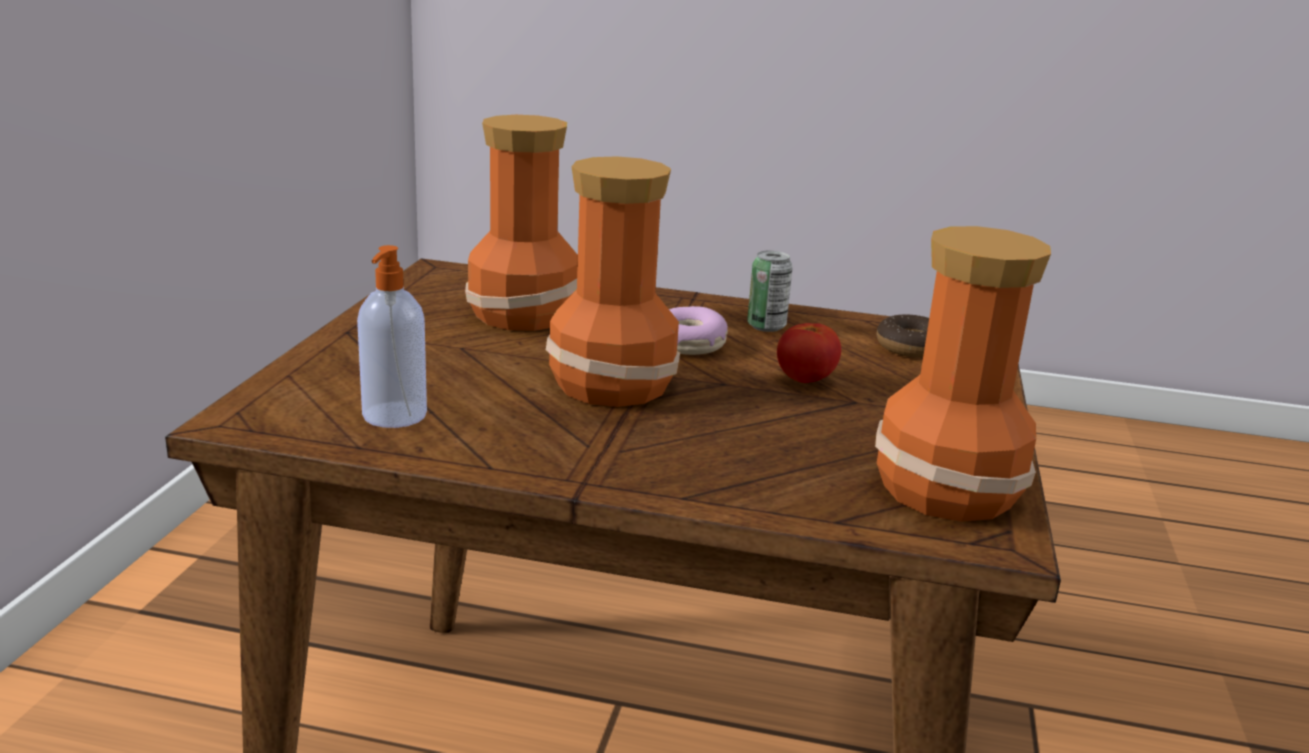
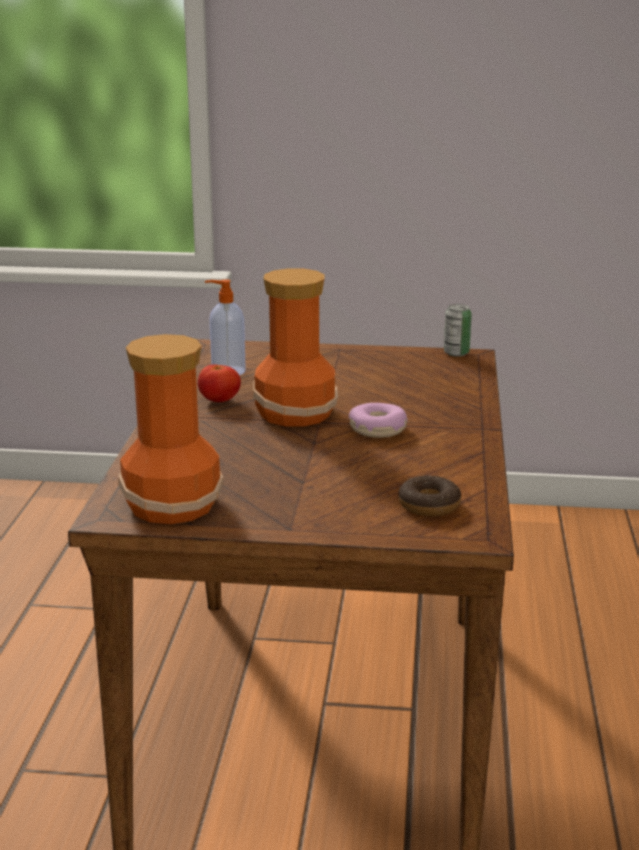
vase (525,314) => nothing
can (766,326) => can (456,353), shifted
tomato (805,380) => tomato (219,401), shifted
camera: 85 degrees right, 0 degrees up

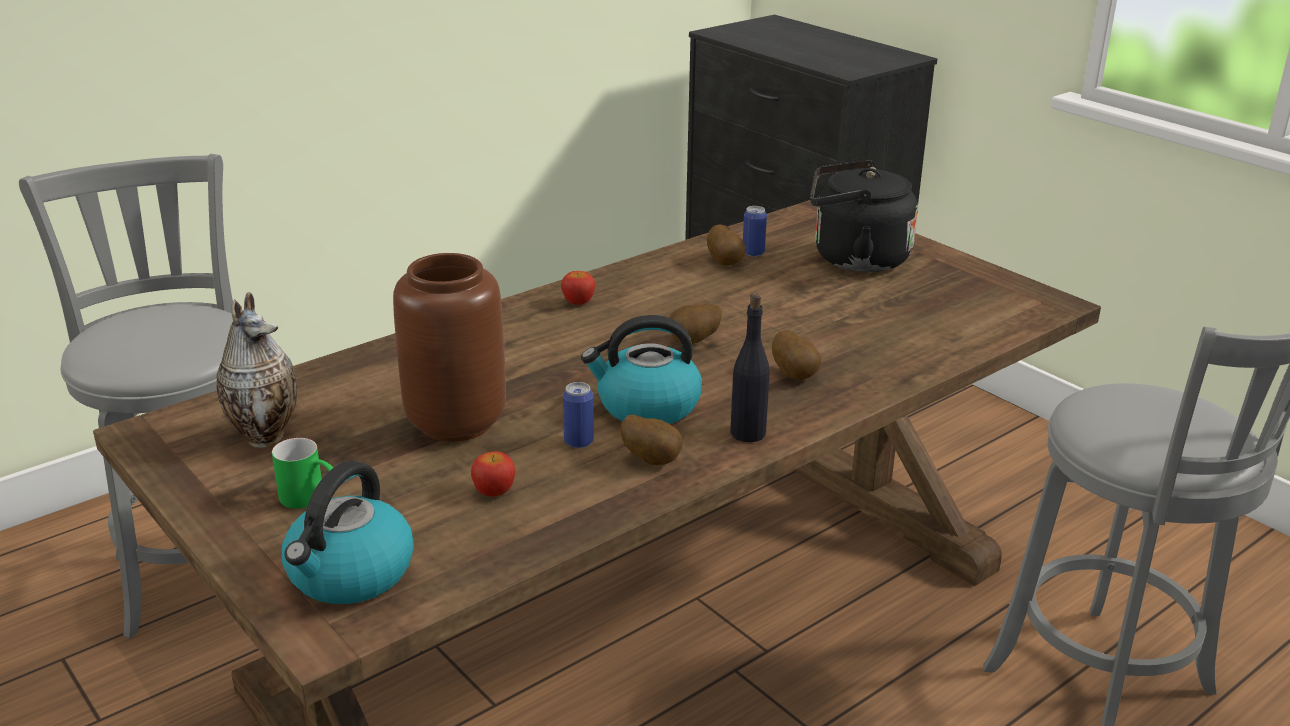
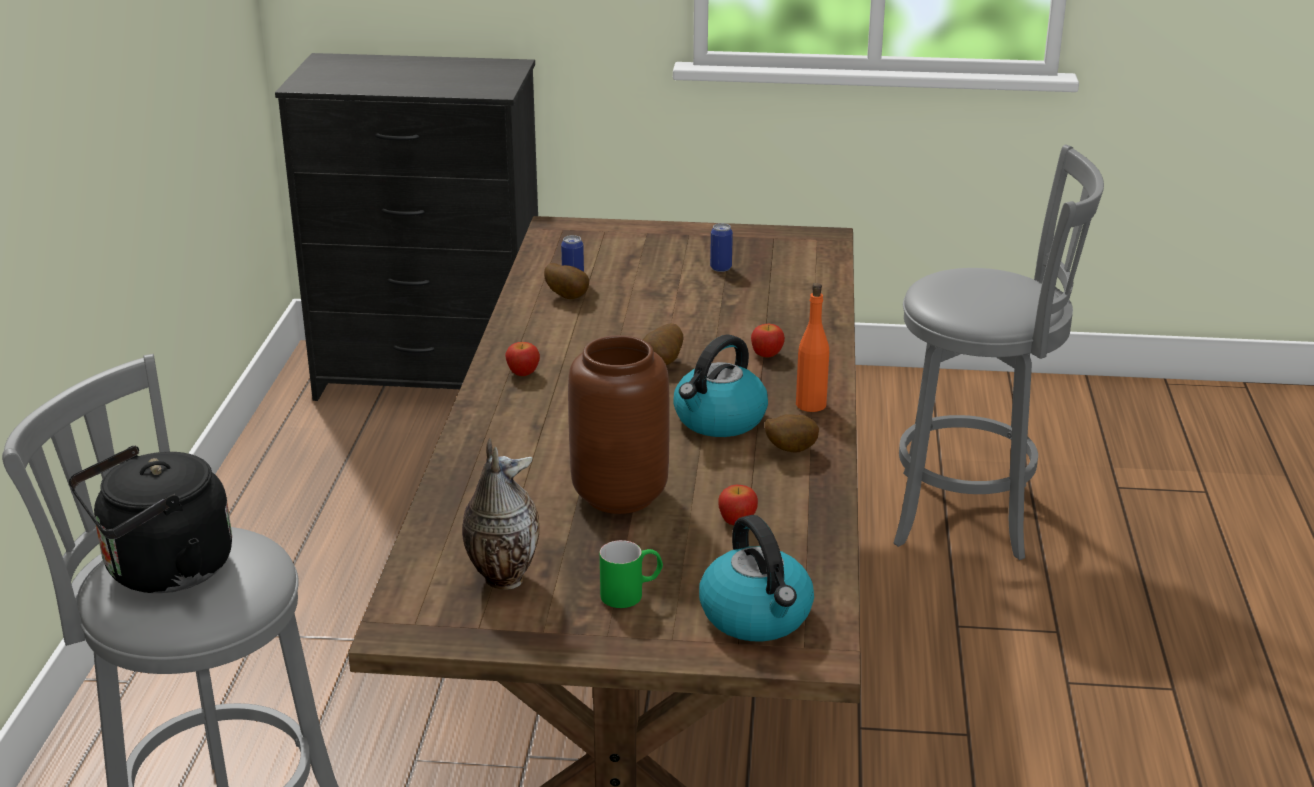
can (579,442) => can (721,268), shifted
kettle/black (854,259) => kettle/black (162,572), shifted
potato (796,374) => apple (767,354)
bottle/black (748,433) => bottle/orange (810,404)
camera: 45 degrees left, 0 degrees up

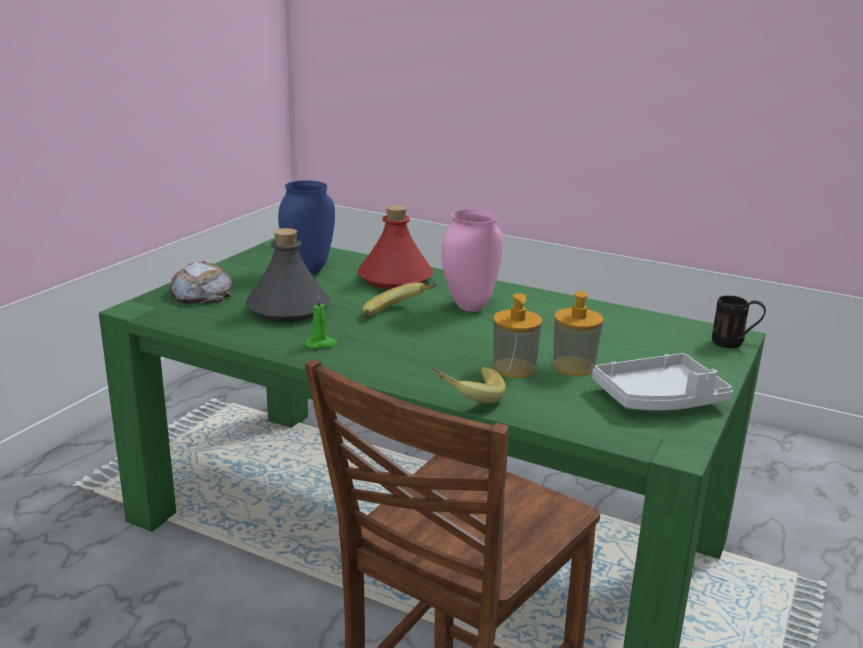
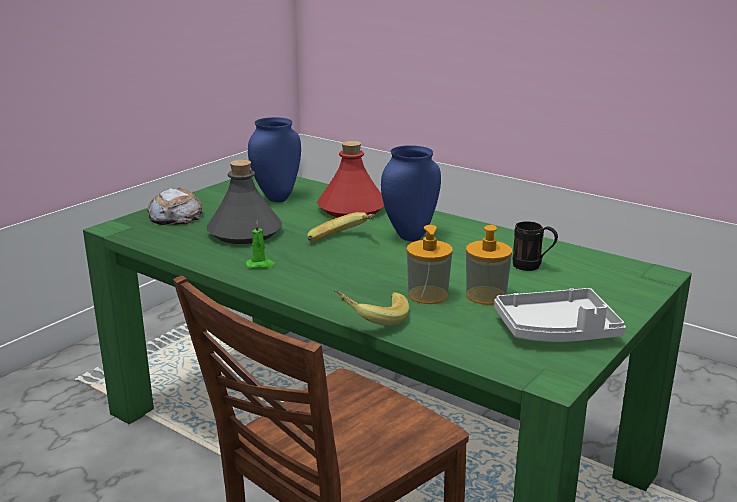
mug/black (734,344) => mug/black (532,267), shifted
vase/pink (470,307) => vase/blue (410,237)
camera: 10 degrees right, 0 degrees up

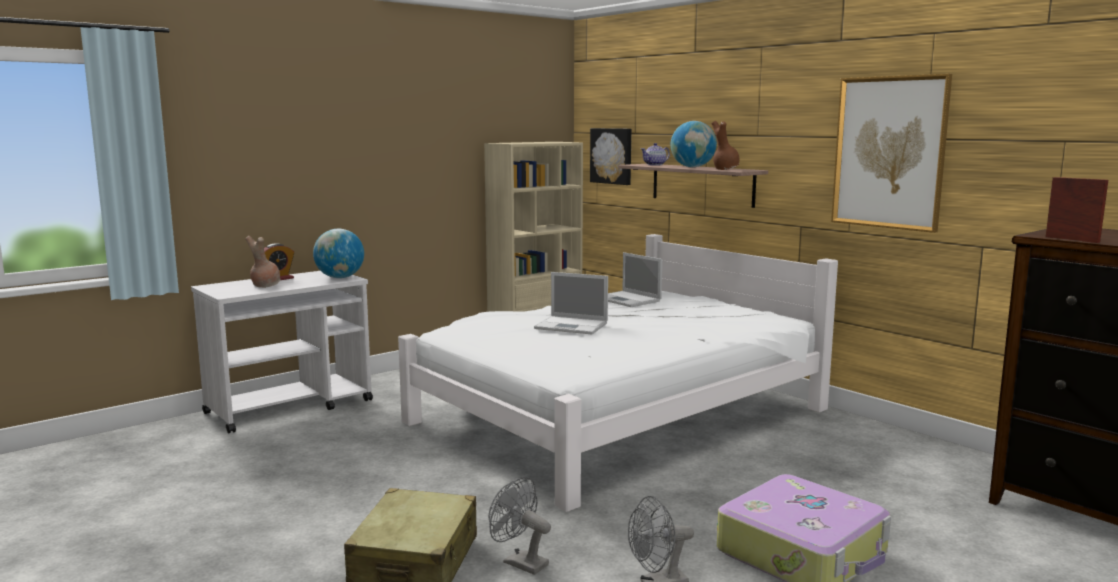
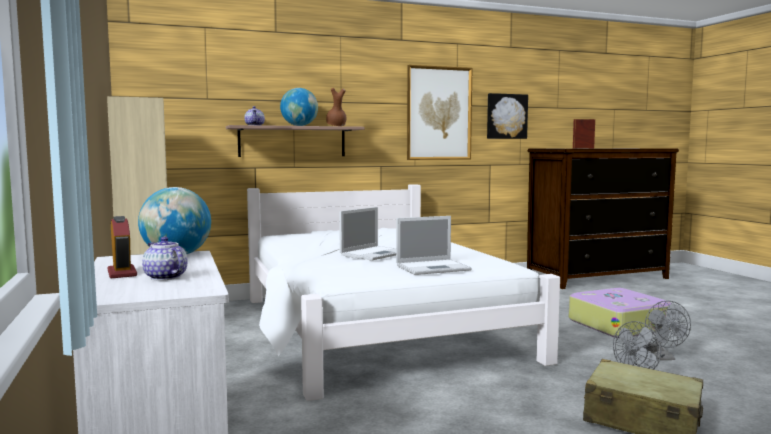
picture (612,156) => picture (506,116), shifted
laptop (628,300) => laptop (434,267), shifted
vase/brown (264,286) => teapot (165,277)
camera: 70 degrees left, 5 degrees down

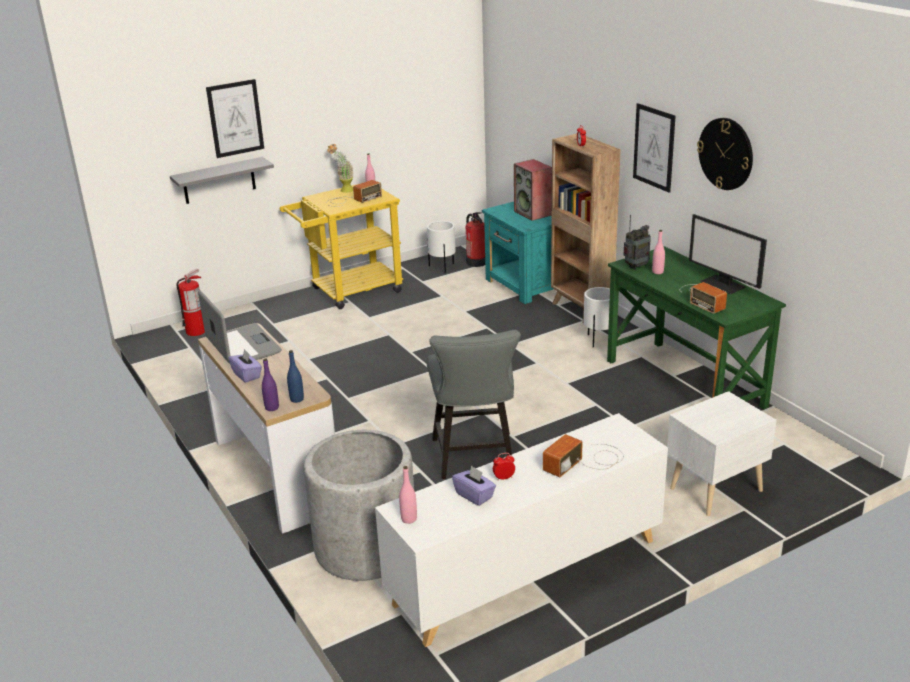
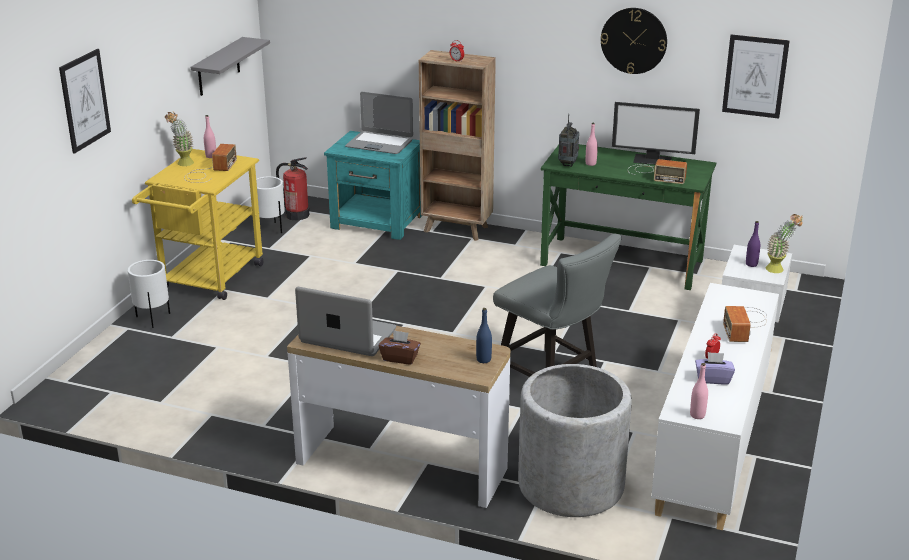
fire extinguisher (196,331) => nothing
nothing => potted plant (779,270)
shelf/grey (219,181) => shelf/grey (218,67), shifted
bottle/purple (272,408) => bottle/purple (751,264), shifted
planter/white (599,341) => planter/white (153,319), shifted
picture (654,147) => picture (755,76), shifted
speaker (533,213) => laptop (379,144)
tissue box/purple (247,375) => tissue box/brown (400,358)
camera: 40 degrees left, 0 degrees up

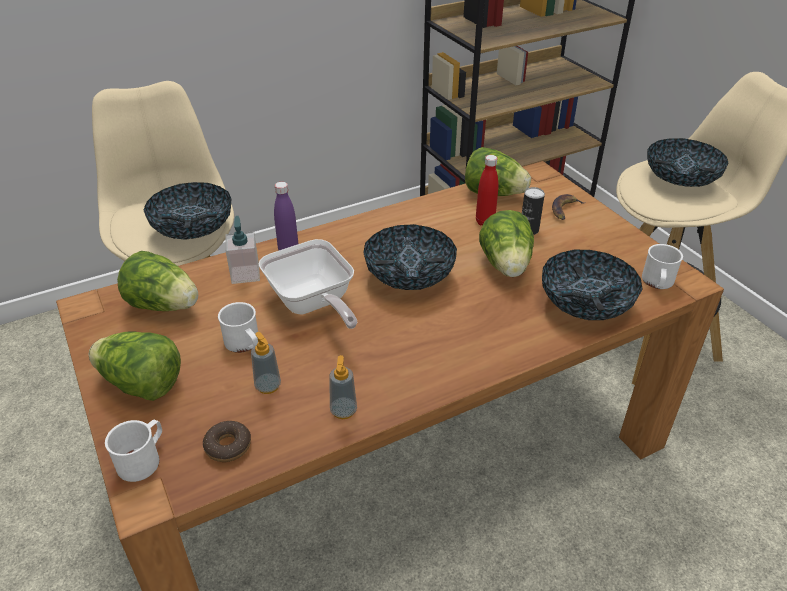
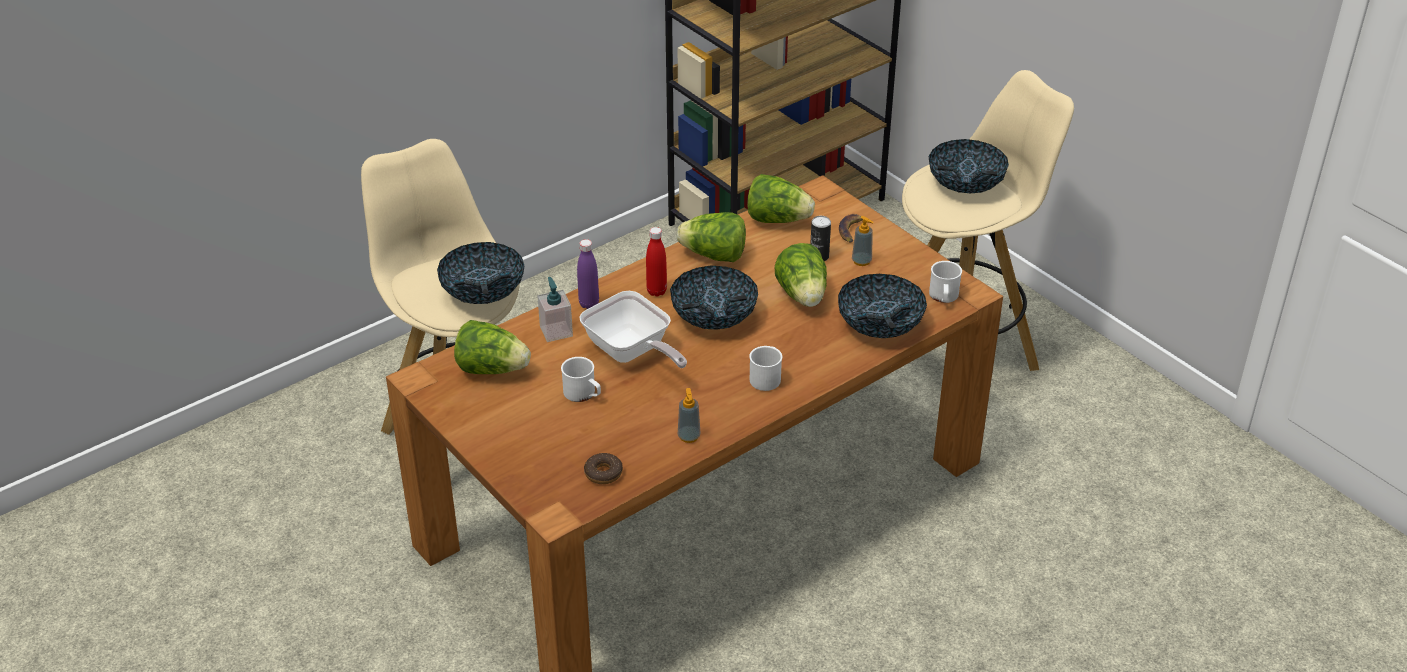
lettuce (141,384) => lettuce (714,255), shifted
mug/white (143,459) => mug/white (766,377), shifted
soap dispenser (268,386) => soap dispenser (861,261), shifted
bottle/red (485,222) => bottle/red (656,291), shifted
camera: 10 degrees left, 0 degrees up

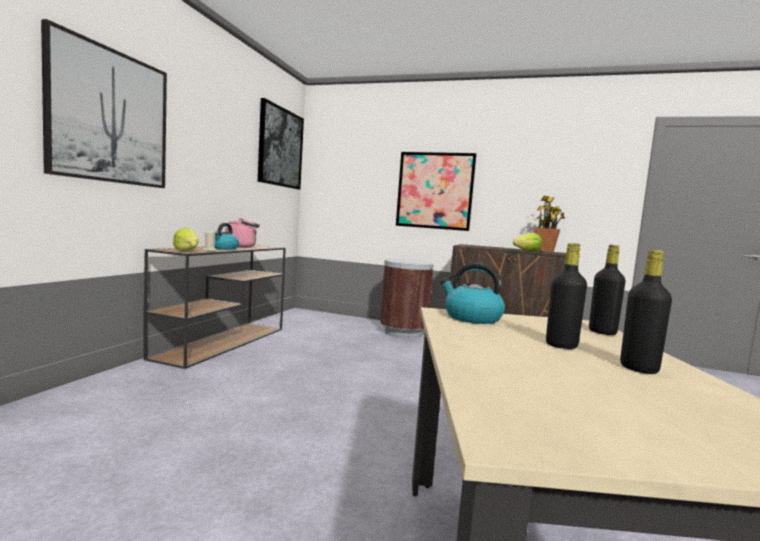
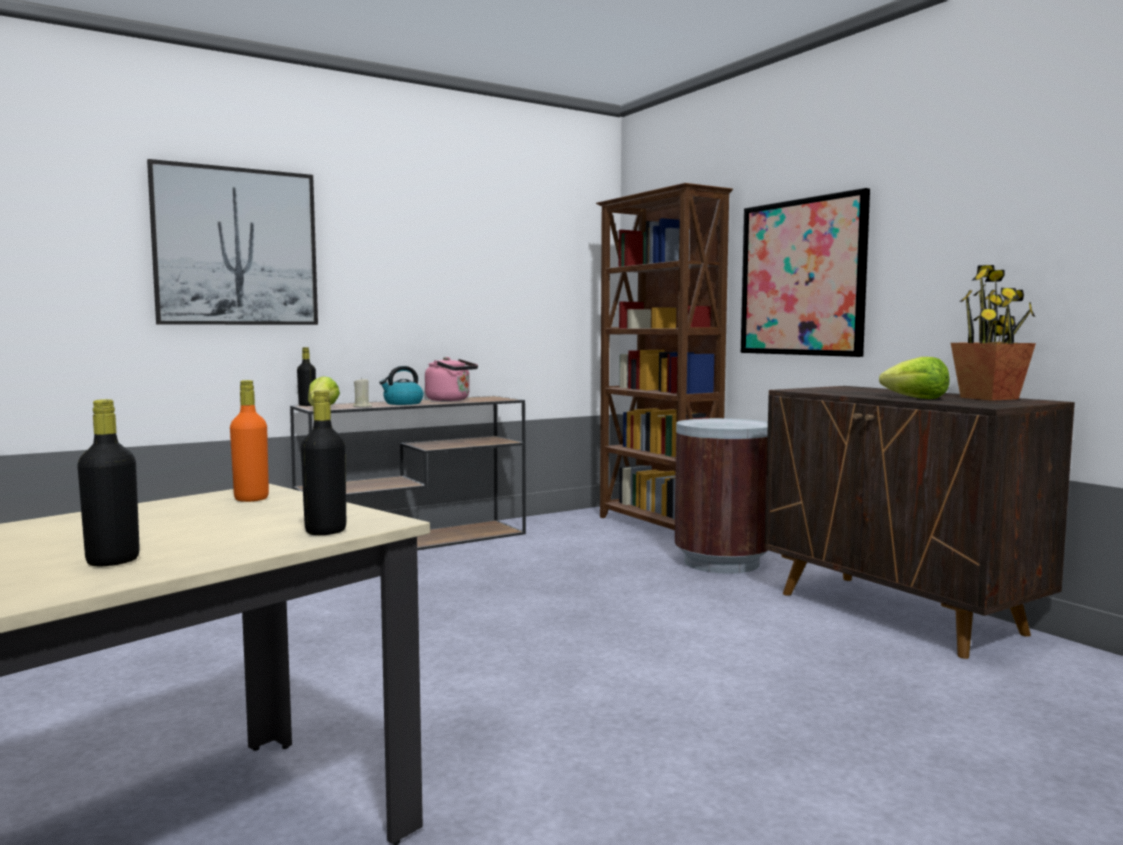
picture (280,147) => nothing
nothing => bookcase/brown (657,527)
bottle/black (561,345) => bottle/black (307,405), shifted
kettle (471,318) => bottle/orange (251,499)
camera: 40 degrees right, 0 degrees up

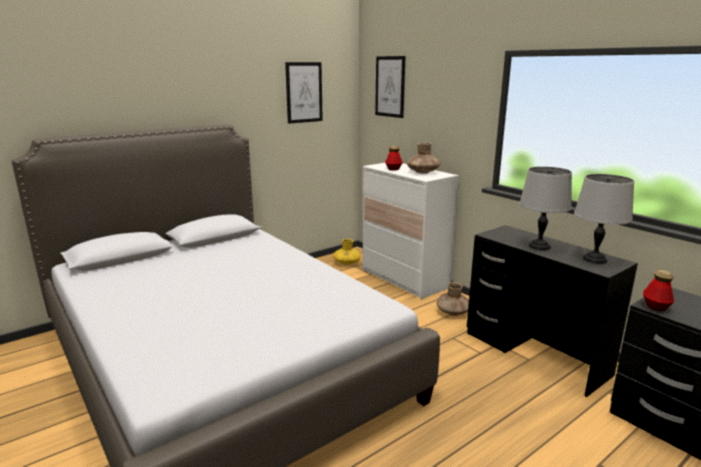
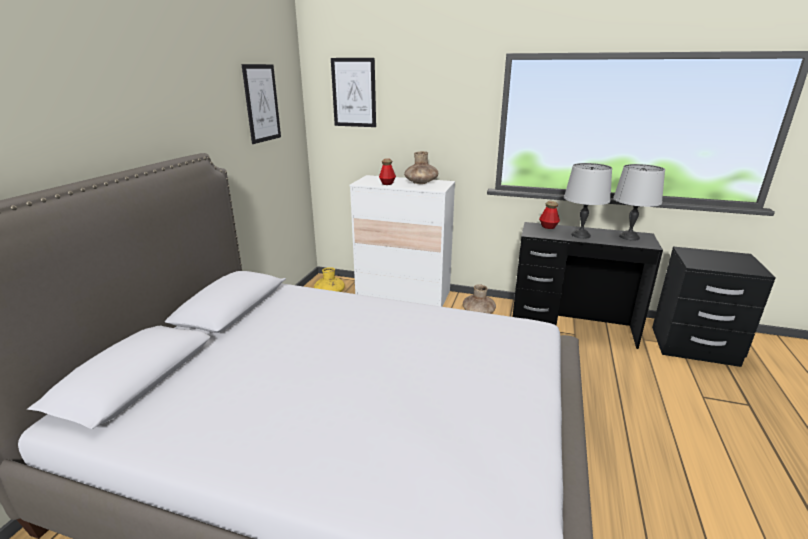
bottle (655,306) => bottle (548,227), shifted
camera: 35 degrees left, 5 degrees up

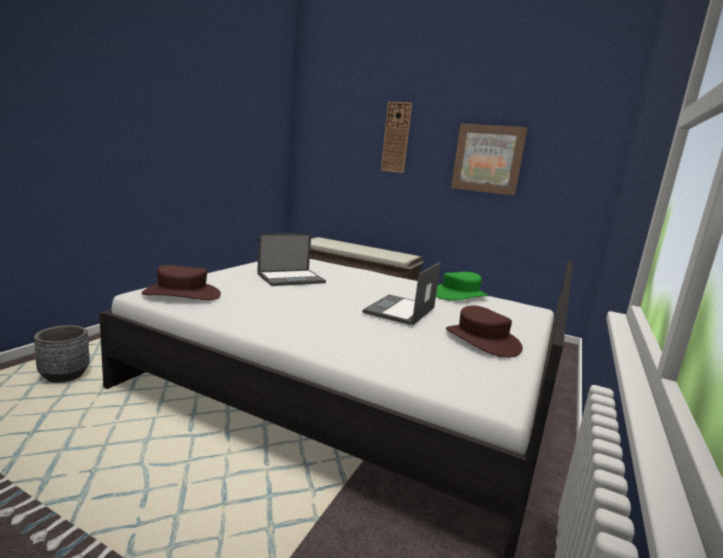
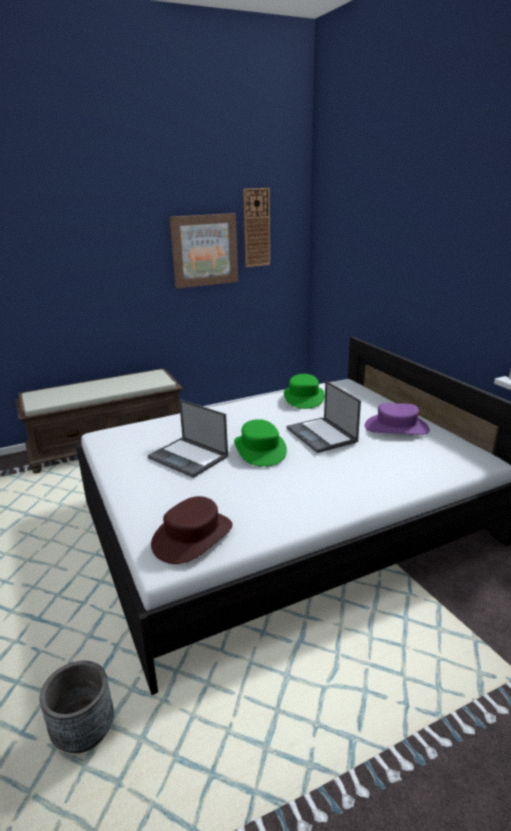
nothing => hat/green (260,449)
wall clock (396,137) => wall clock (256,228), shifted
hat/brown (481,340) => hat/purple (396,428)
laptop (291,278) => laptop (189,457), 120 degrees clockwise
camera: 50 degrees left, 10 degrees up

